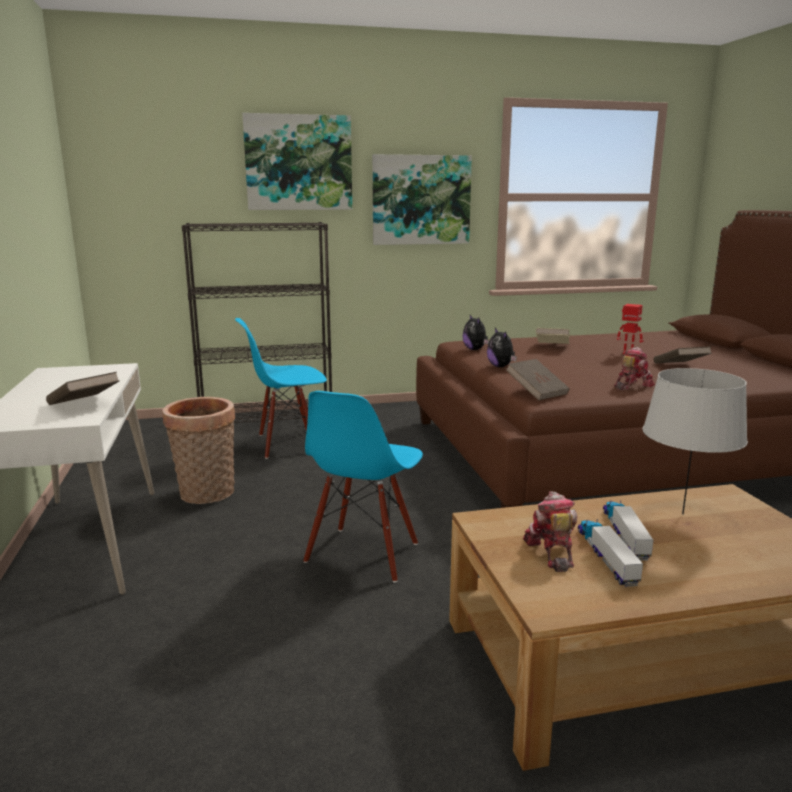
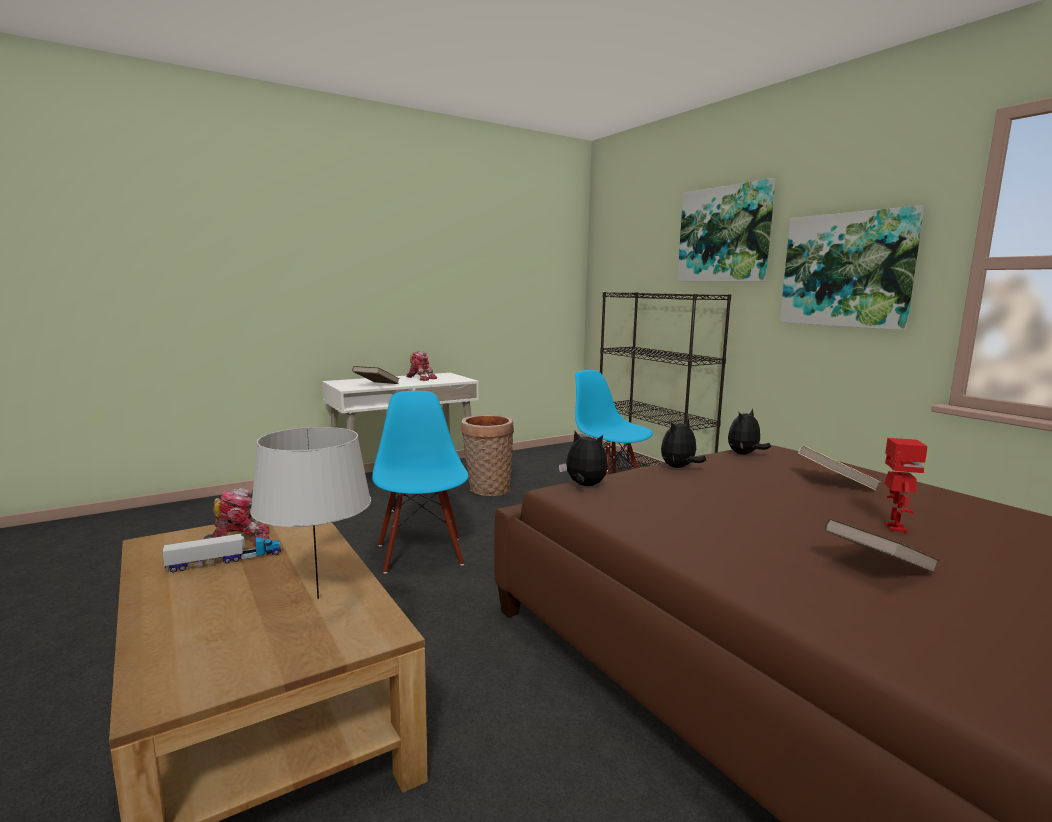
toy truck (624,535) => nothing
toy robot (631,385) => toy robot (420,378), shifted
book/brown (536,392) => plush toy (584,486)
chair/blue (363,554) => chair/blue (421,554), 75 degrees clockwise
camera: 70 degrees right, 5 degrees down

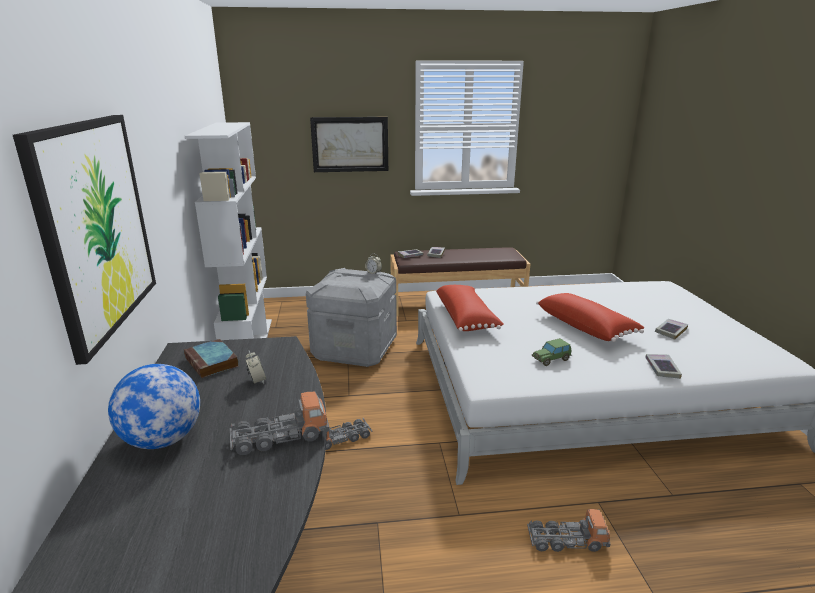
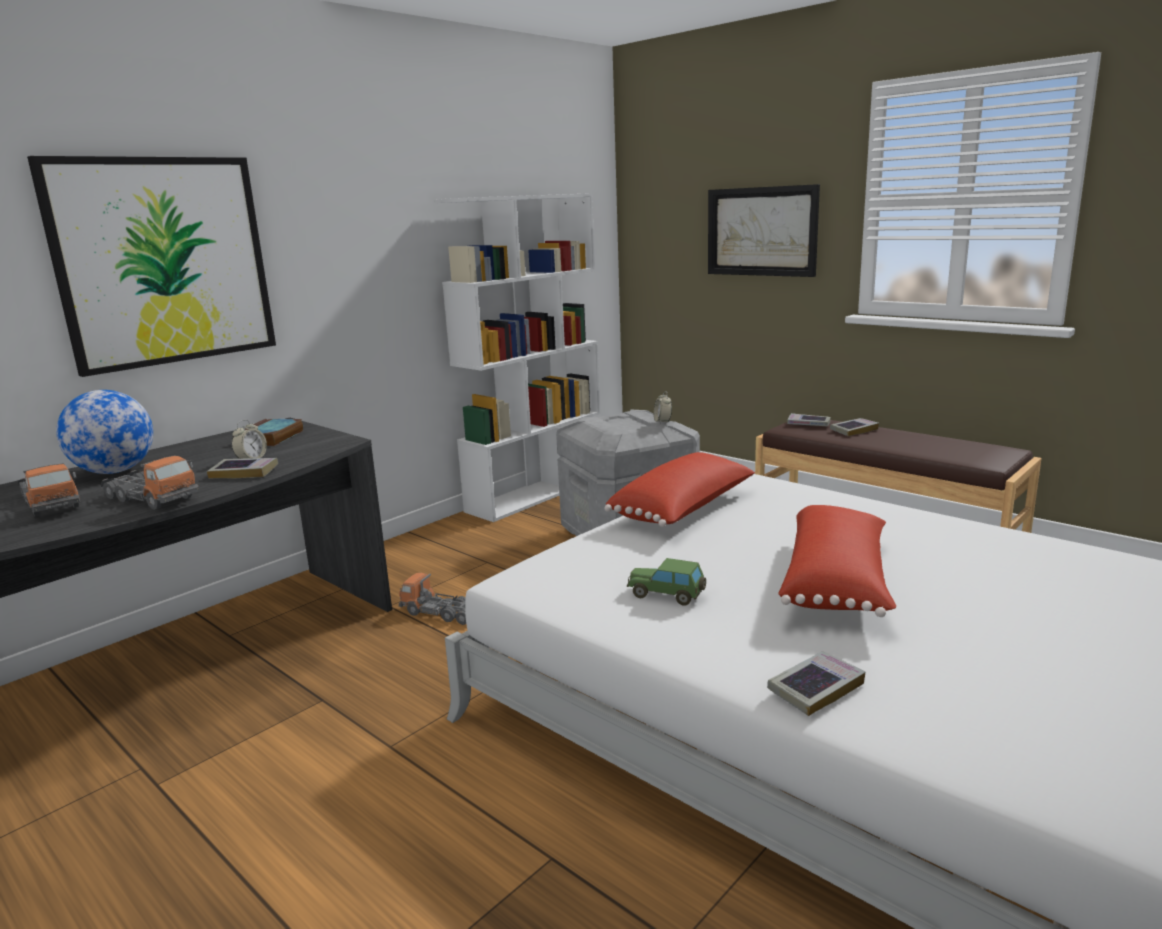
toy truck (566,540) => toy truck (51,503), shifted
book (670,331) => book (244,472), shifted
camera: 50 degrees right, 5 degrees down

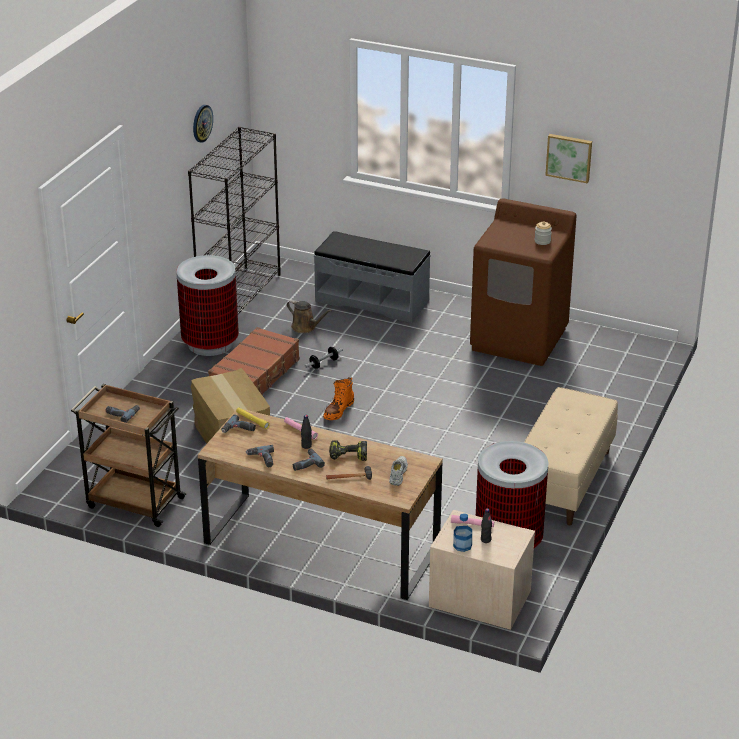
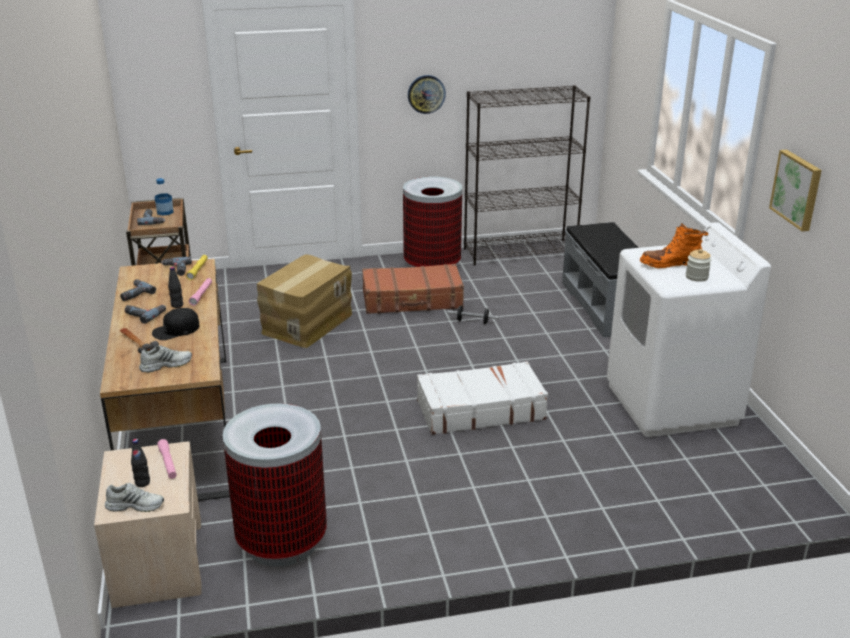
watering can/brown (305,327) => nothing
bench/beige (563,481) => nothing
nothing => shoe/white (135,505)
nothing => suitcase/white (480,409)
wall clock (202,123) => wall clock (426,94), shifted
boot/orange (338,410) => boot/orange (670,264), shifted
bottle (462,545) => bottle (165,212), shifted
power drill (348,456) => cap/black (176,330)
washing machine/brown (519,339) => washing machine/white (672,404)
camera: 55 degrees right, 5 degrees down

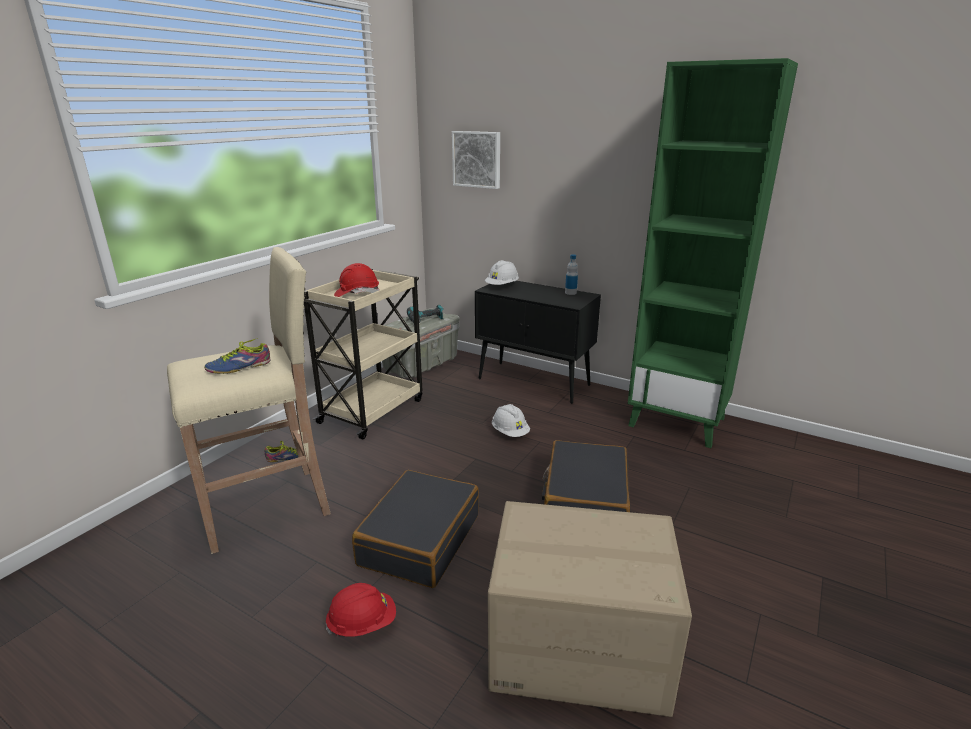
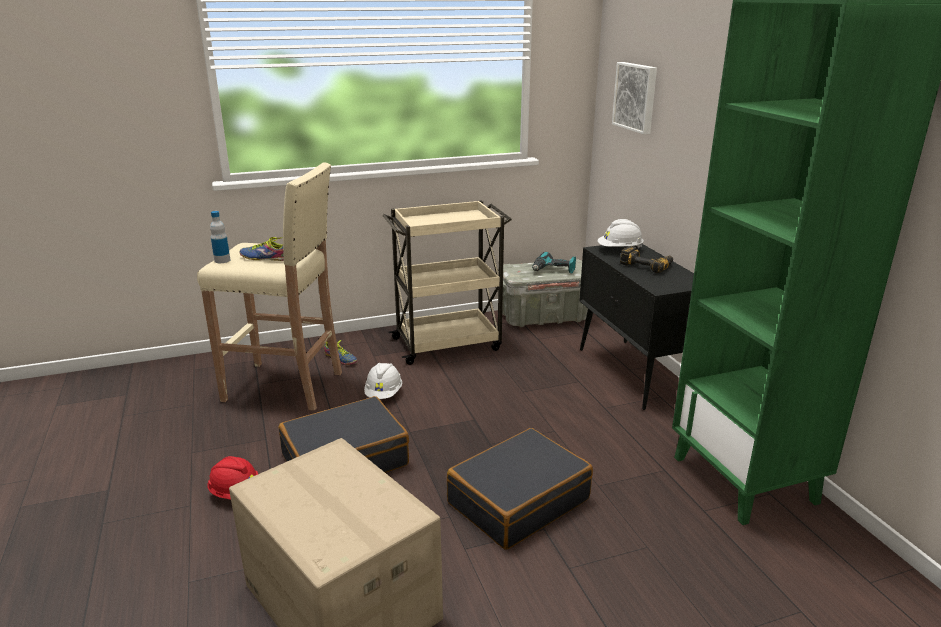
hard hat/red (357,293) => nothing
nothing => power drill (647,265)
hard hat/white (510,432) => hard hat/white (384,394), shifted
bottle (570,293) => bottle (222,260), shifted
camera: 40 degrees right, 0 degrees up

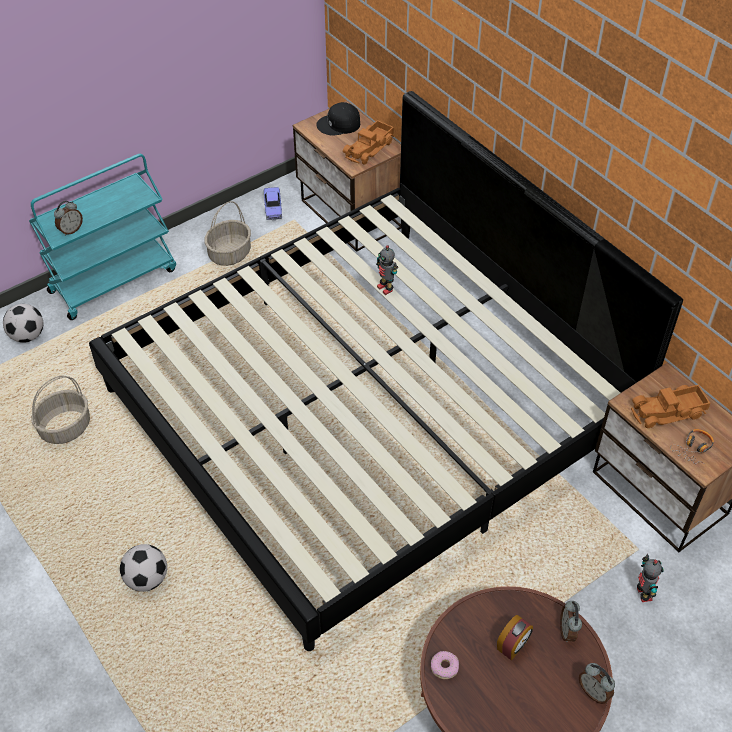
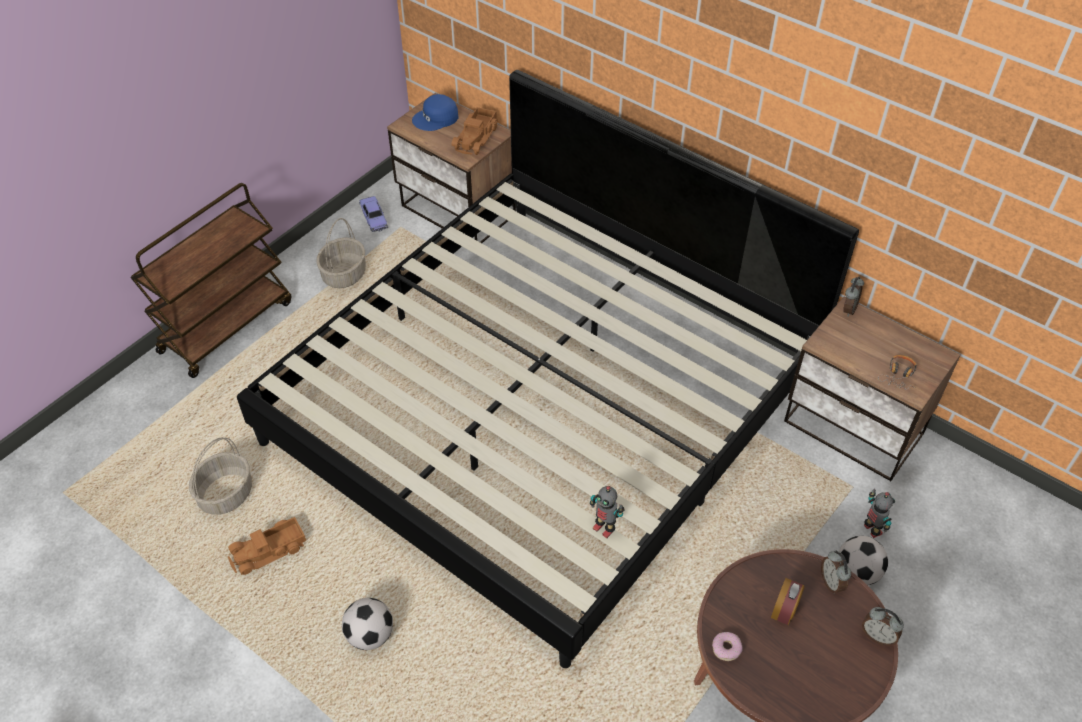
football (27,336) => football (856,572), shifted
alarm clock (71,230) => alarm clock (848,309), shifted
toy robot (386,288) => toy robot (604,528), shifted
toy truck (669,412) => toy truck (269,551), shifted
cart/turquoise (113,280) => cart/brown (226,326)
cap/black (339,124) => cap/blue (436,118)
camera: 15 degrees left, 0 degrees up

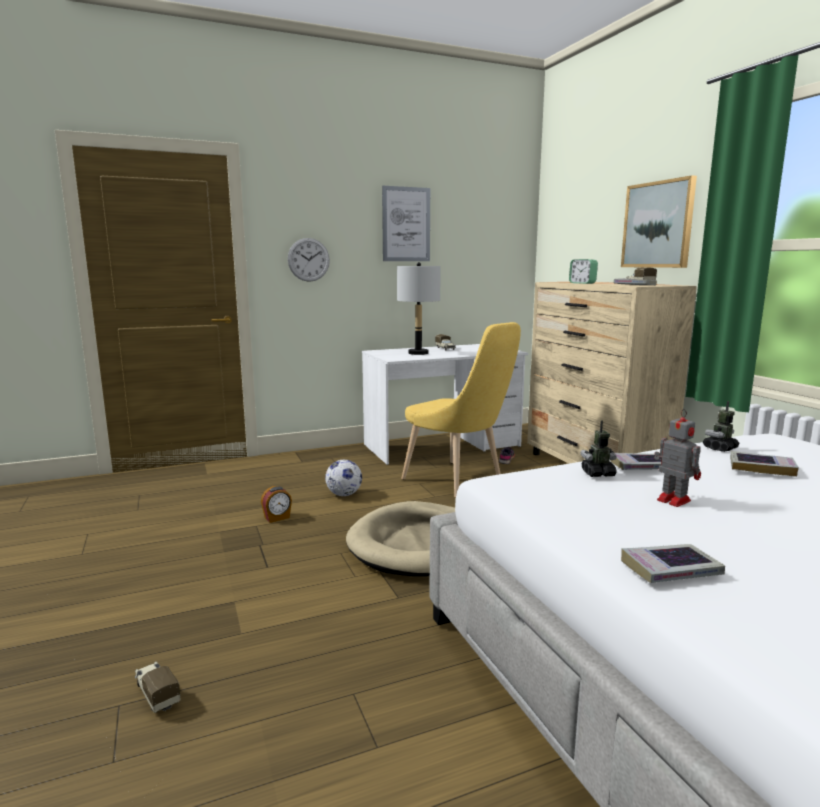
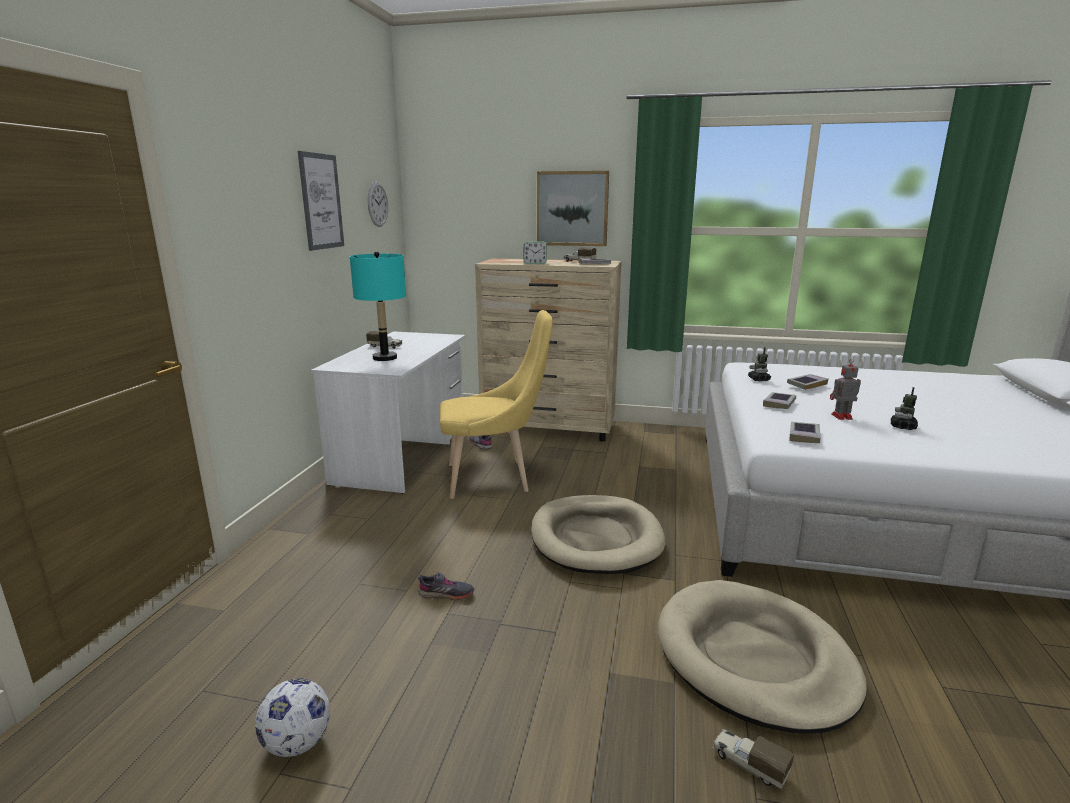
nothing => dog bed/beige (754,659)
wall clock (308,259) => wall clock (377,204), shifted
football (344,494) => football (297,743), shifted
toy robot (598,474) => toy robot (903,426), shifted
book (670,570) => book (804,436), shifted
alarm clock (277,518) => shoe/grey (446,594)
table lamp/grey (418,353) => table lamp/turquoise (384,358)
toy truck (157,693) => toy truck (748,764), 45 degrees clockwise
camera: 55 degrees left, 5 degrees up

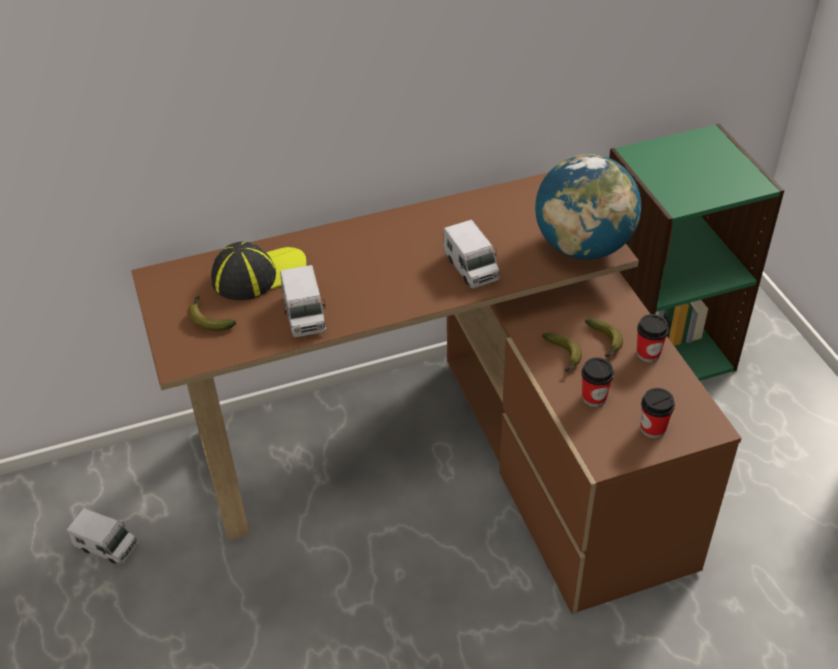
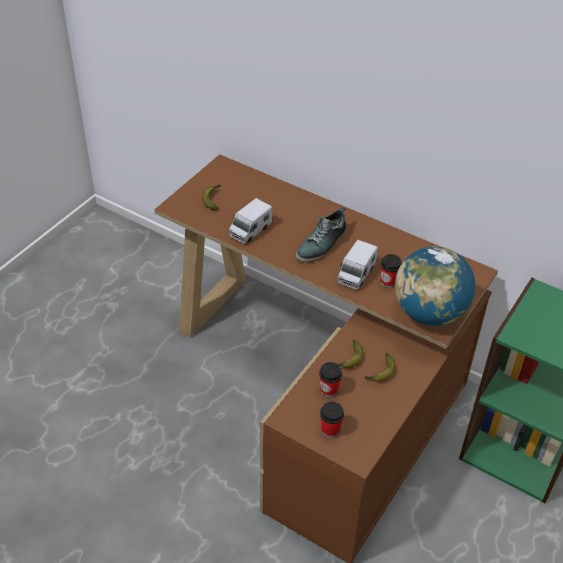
toy truck (106,546) => nothing
cap (258,274) => nothing
nothing => shoe (322,245)
cup (648,354) => cup (388,282), shifted
camera: 50 degrees right, 0 degrees up

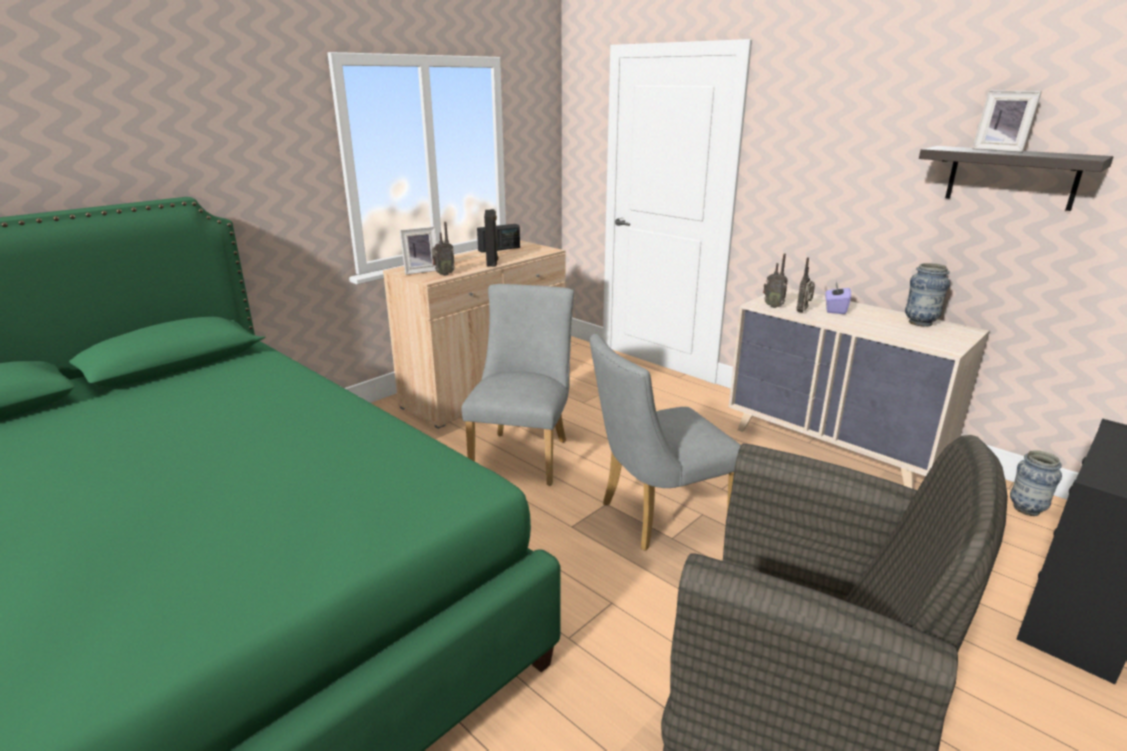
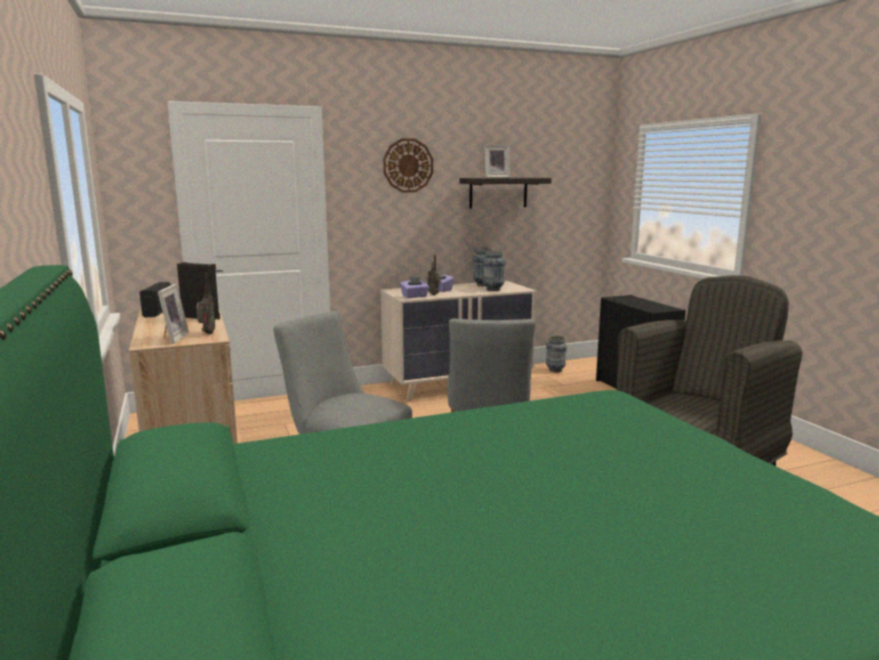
nothing => wall clock (408,165)
nothing => vase (493,289)
radio (773,306) => tissue box/purple (415,296)
camera: 65 degrees left, 10 degrees down

